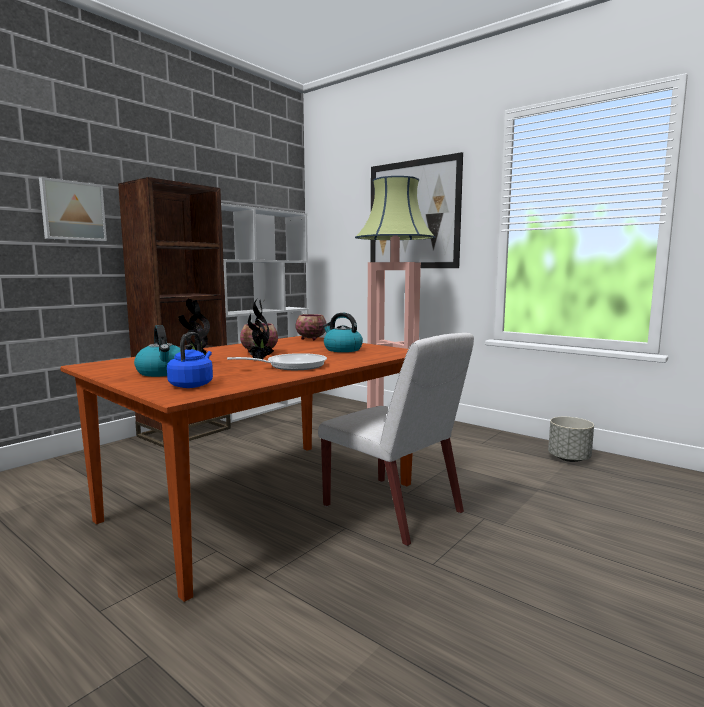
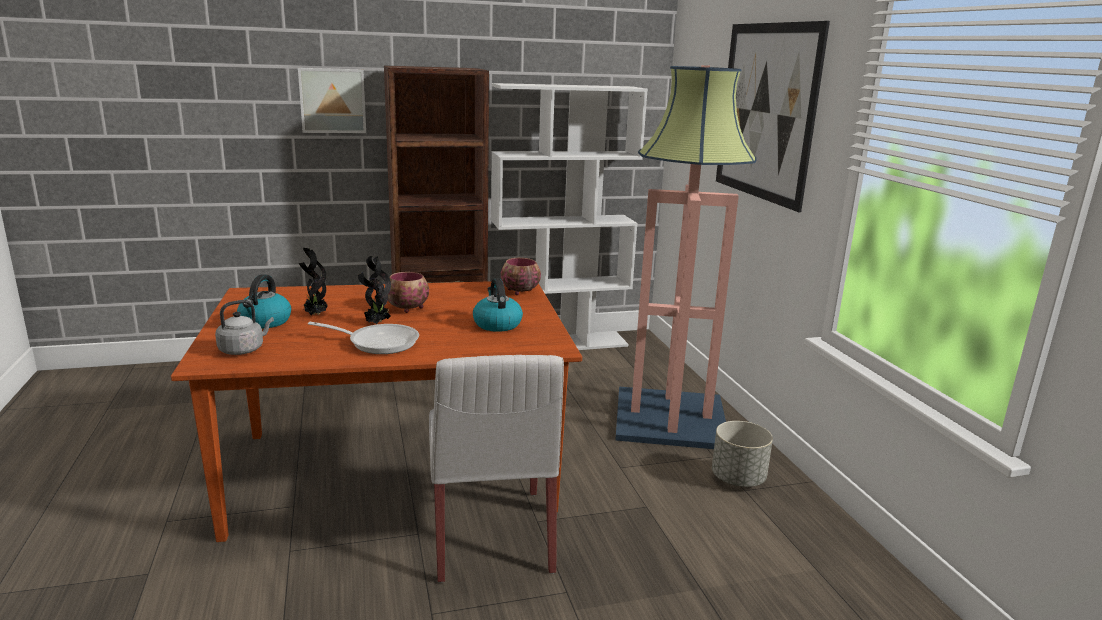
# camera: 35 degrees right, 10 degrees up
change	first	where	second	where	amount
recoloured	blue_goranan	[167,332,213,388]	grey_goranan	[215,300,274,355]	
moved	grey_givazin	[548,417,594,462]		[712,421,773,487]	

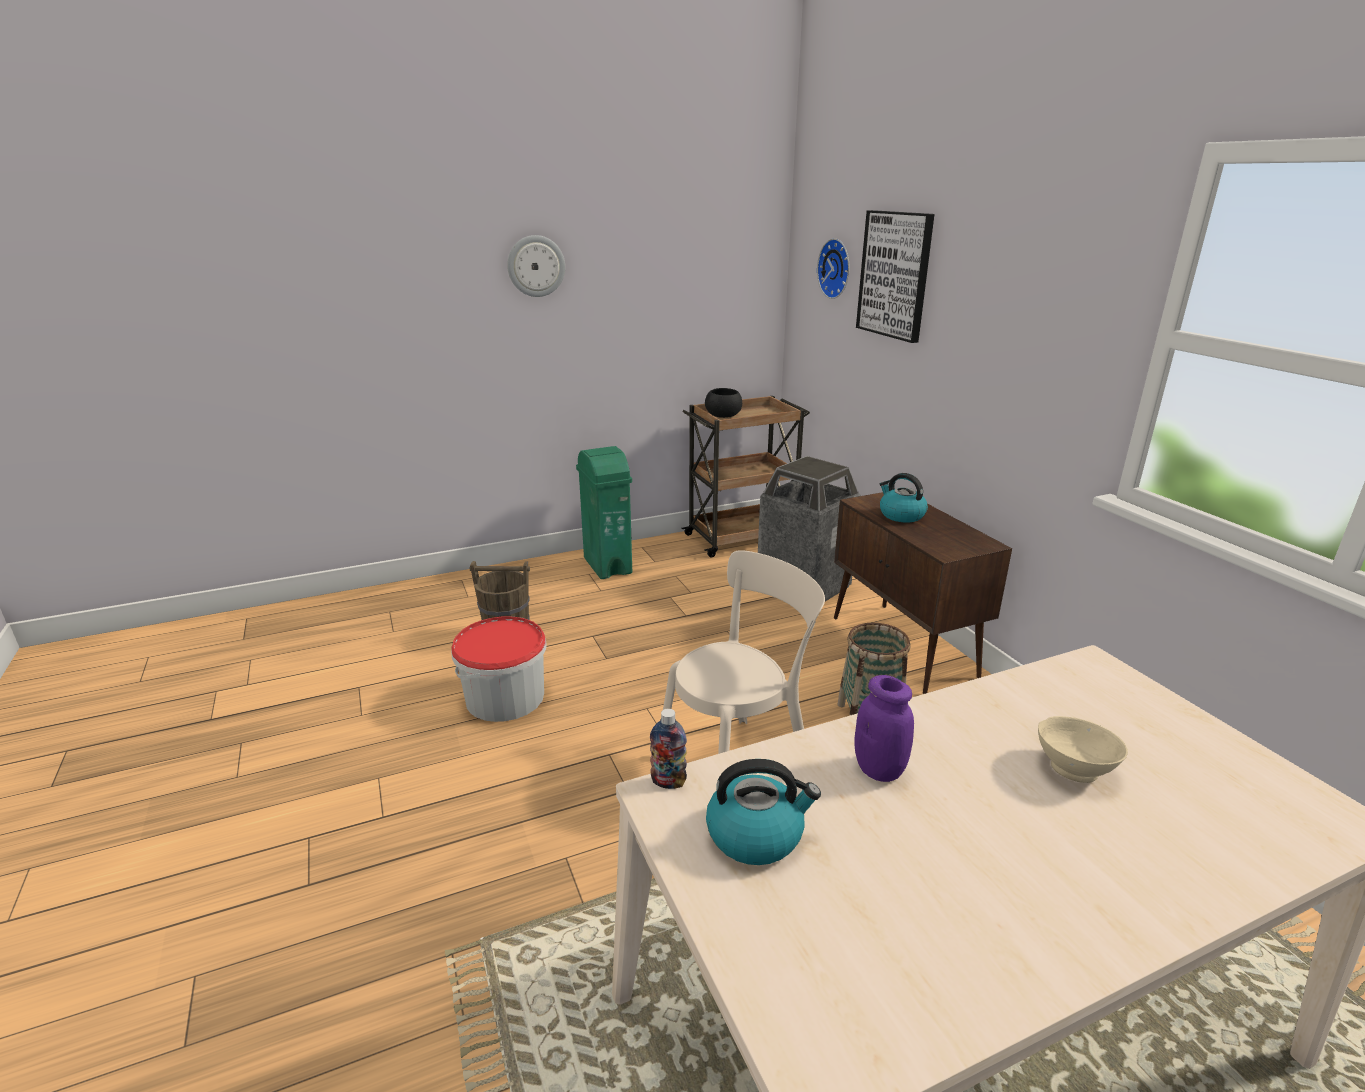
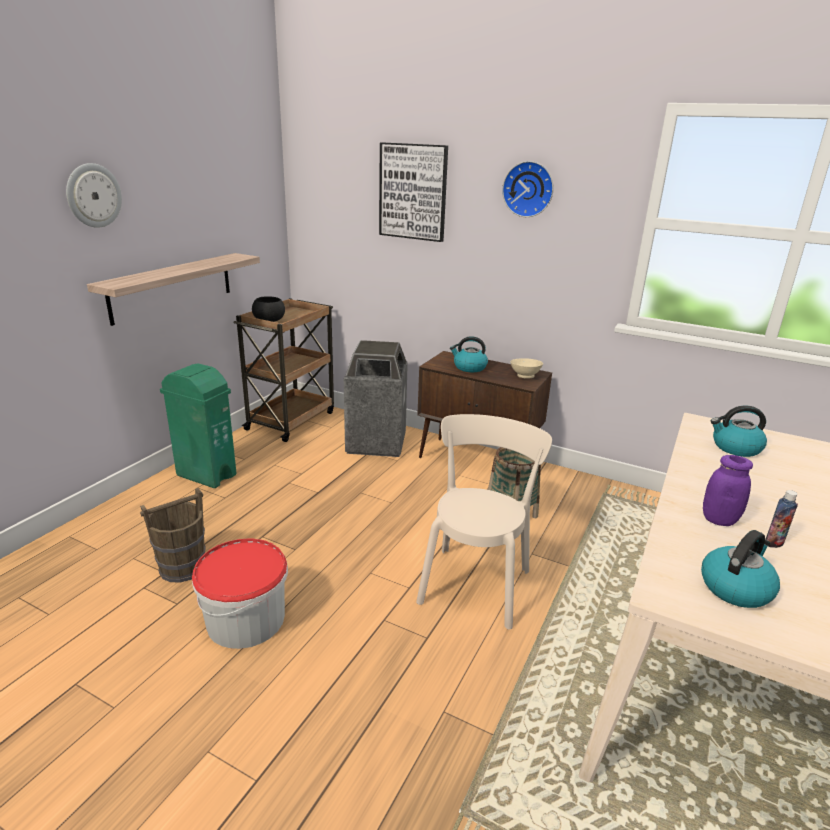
# camera: 40 degrees left, 0 degrees up
change	first	where	second	where	amount
moved	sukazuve	[650,709,687,789]		[766,490,798,548]	
moved	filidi	[817,238,849,299]		[502,161,554,217]	
moved	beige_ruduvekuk	[1038,716,1128,783]		[511,358,543,379]	
added			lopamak	[87,253,260,326]	
added			goranan	[711,406,767,457]	

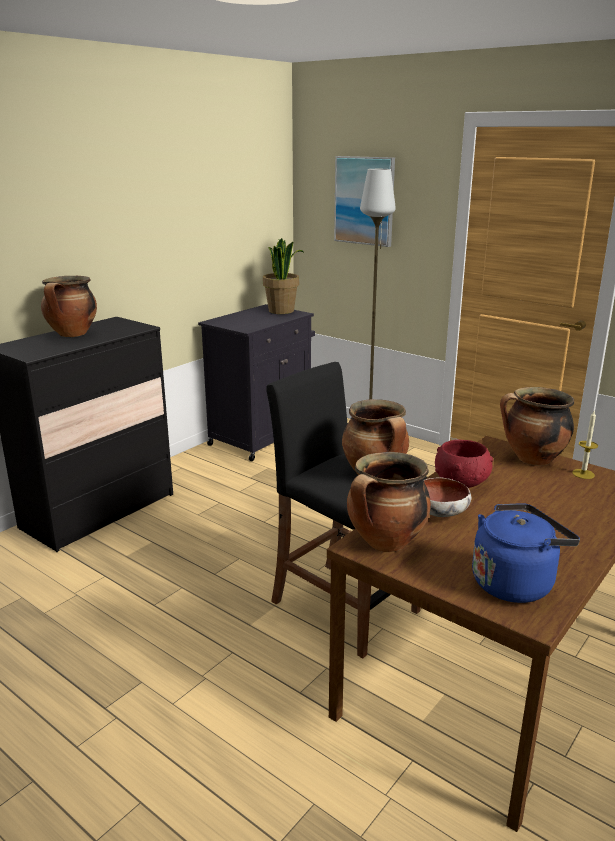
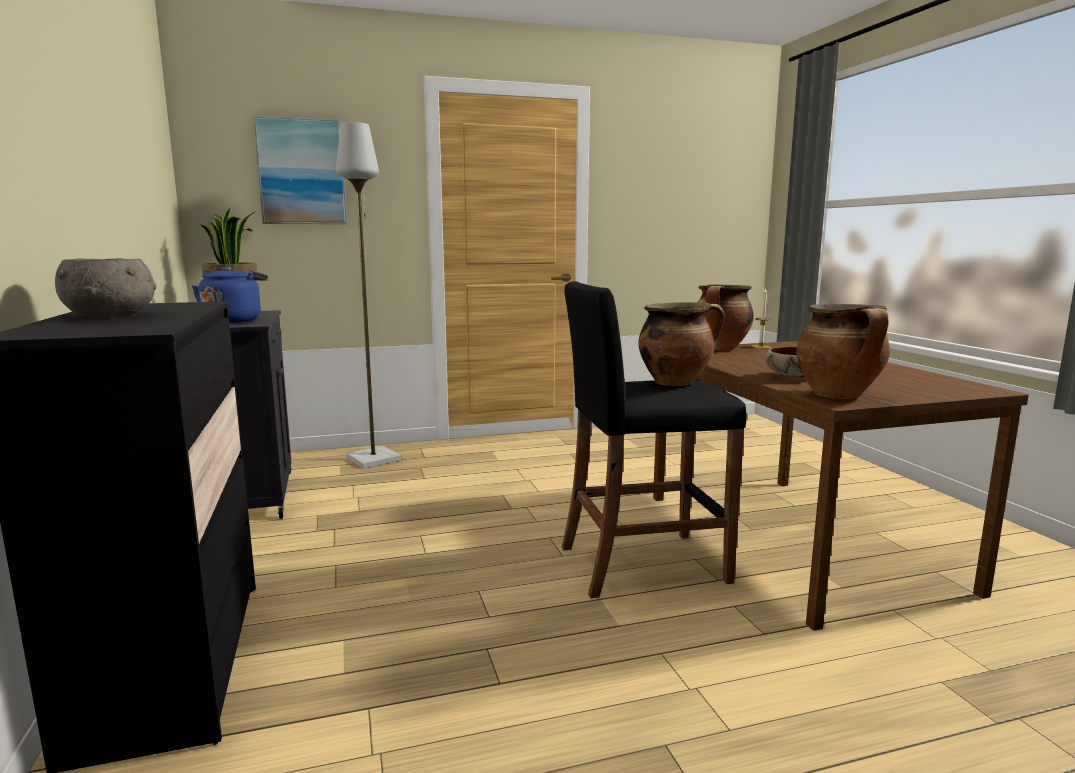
# camera: 55 degrees left, 10 degrees down
change	first	where	second	where	amount
replaced	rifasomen	[41,276,97,337]	grey_ruduvekuk	[55,258,156,317]	
removed	red_ruduvekuk	[435,439,493,488]			
moved	blue_goranan	[472,503,580,603]		[192,266,268,323]	

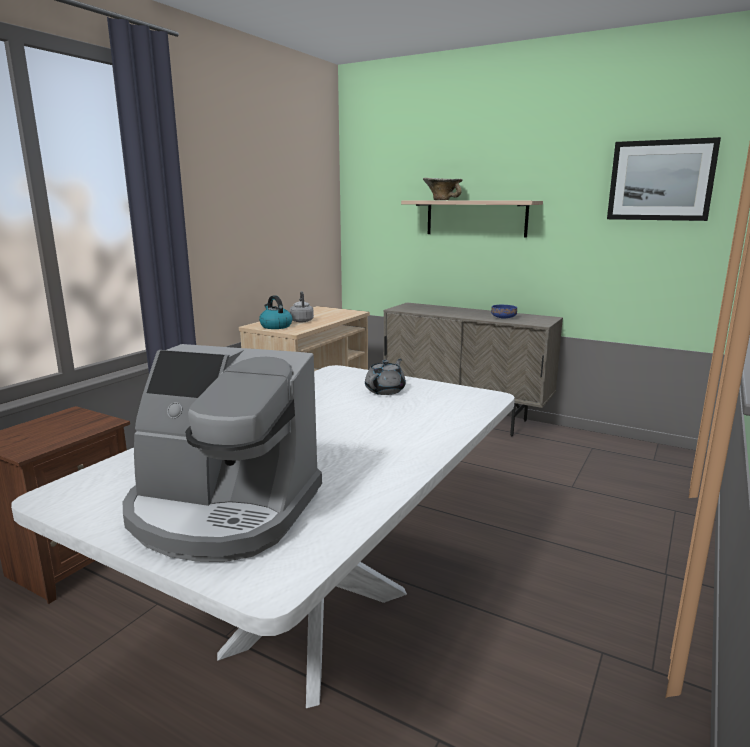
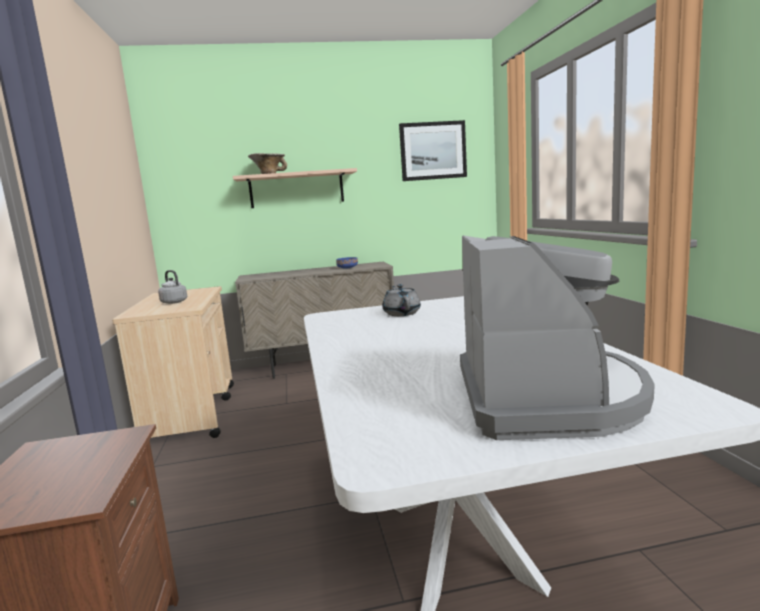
# camera: 40 degrees left, 5 degrees down
change	first	where	second	where	amount
turned	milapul	[123,344,322,562]		[460,235,655,440]	60 degrees counterclockwise
removed	goranan	[259,295,292,329]			

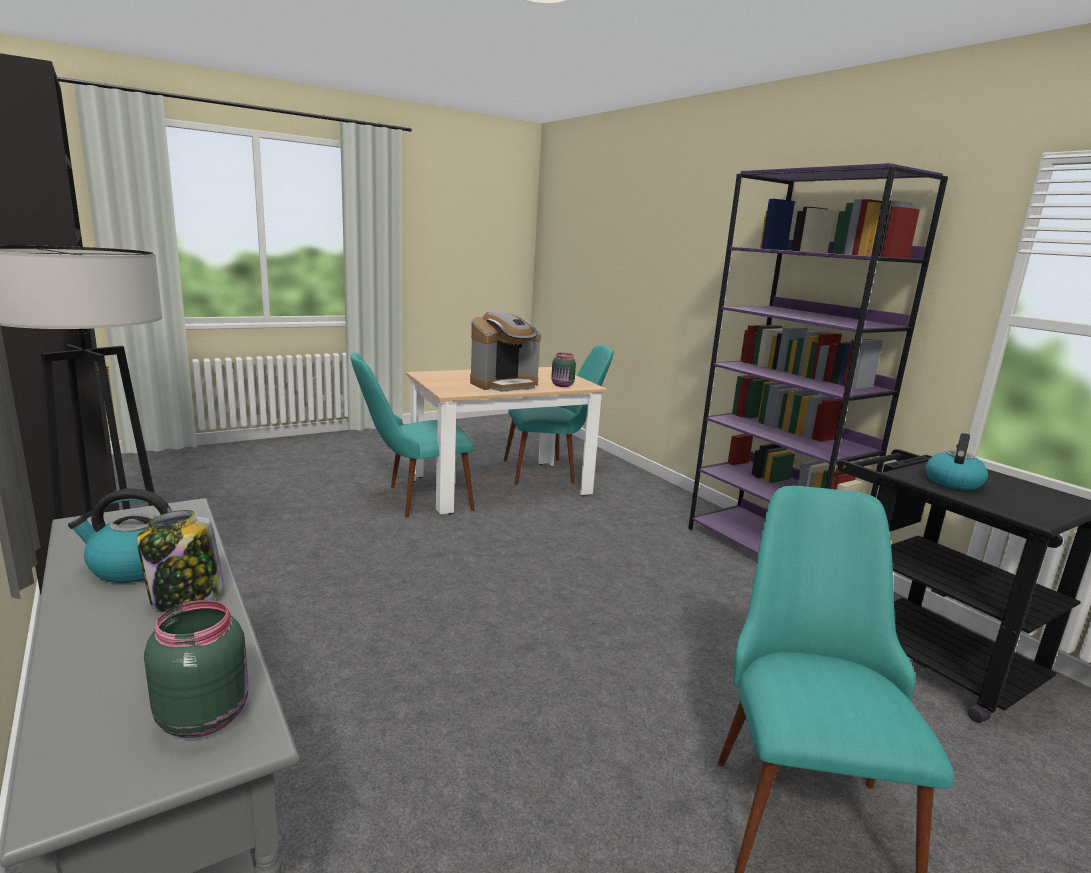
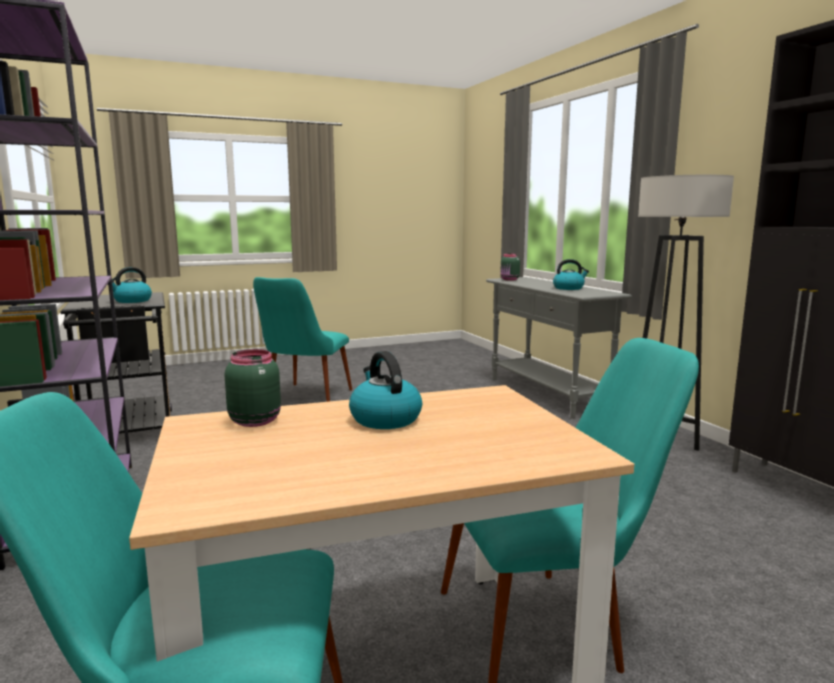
# camera: 170 degrees left, 5 degrees down
change	first	where	second	where	amount
removed	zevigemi	[137,510,224,613]			
replaced	milapul	[470,311,541,392]	goranan	[349,351,422,429]	

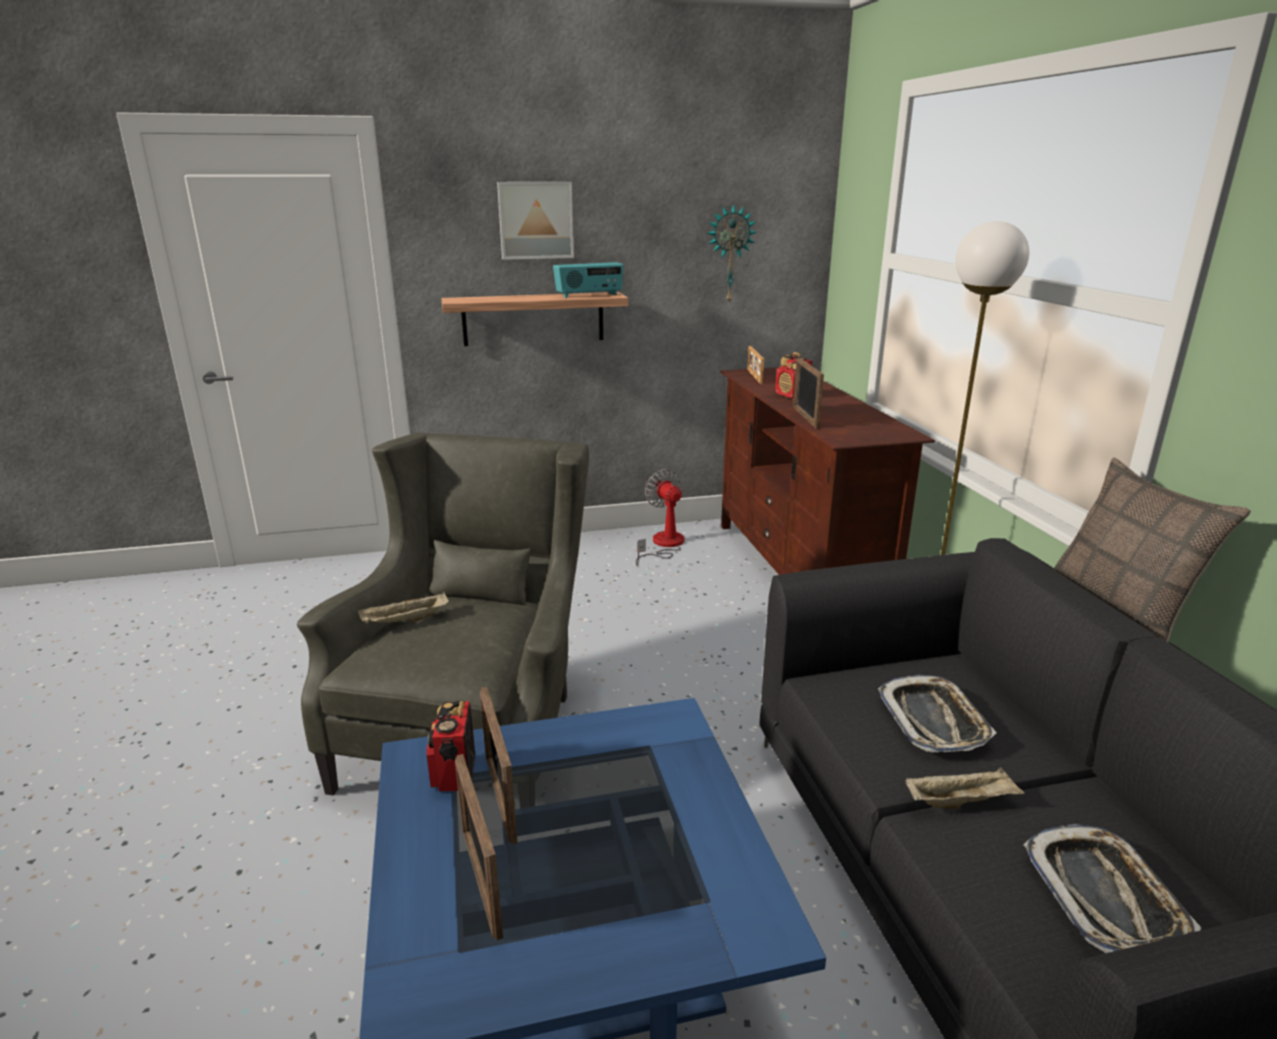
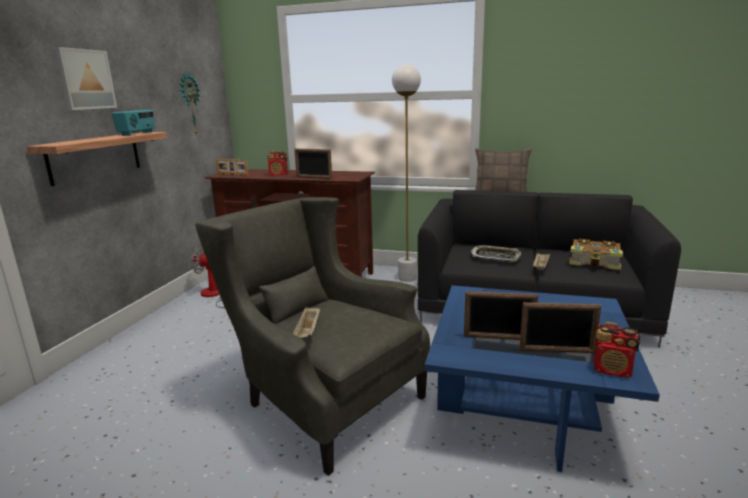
# camera: 60 degrees left, 5 degrees down
change	first	where	second	where	amount
moved	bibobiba	[427,700,476,791]		[593,322,640,378]	
replaced	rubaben	[1023,824,1202,953]	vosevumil	[569,239,623,270]	

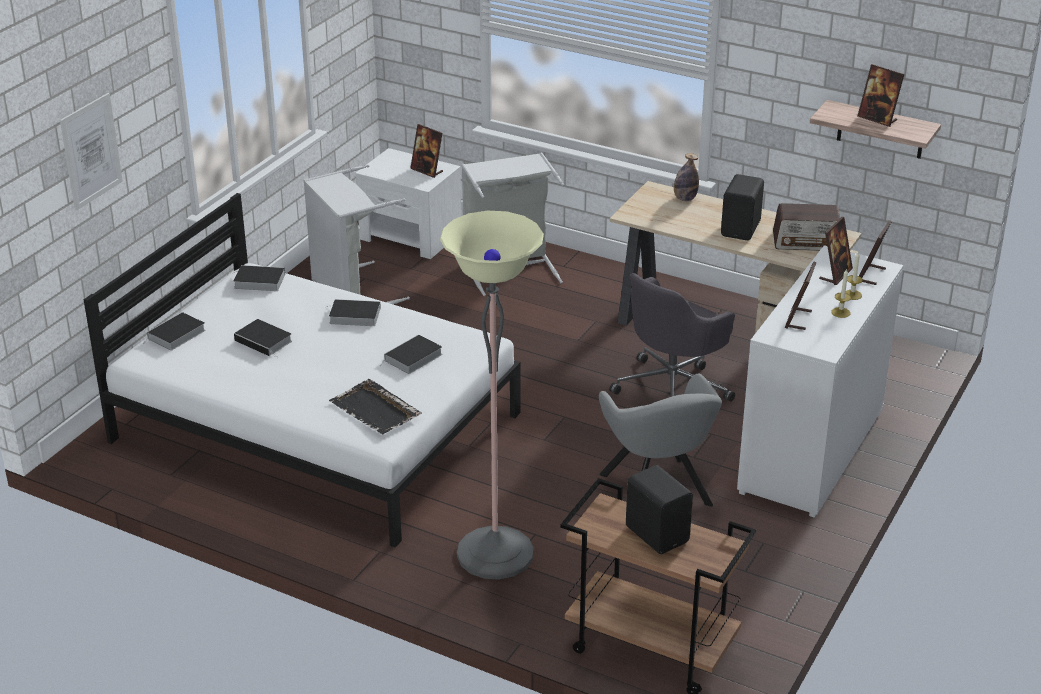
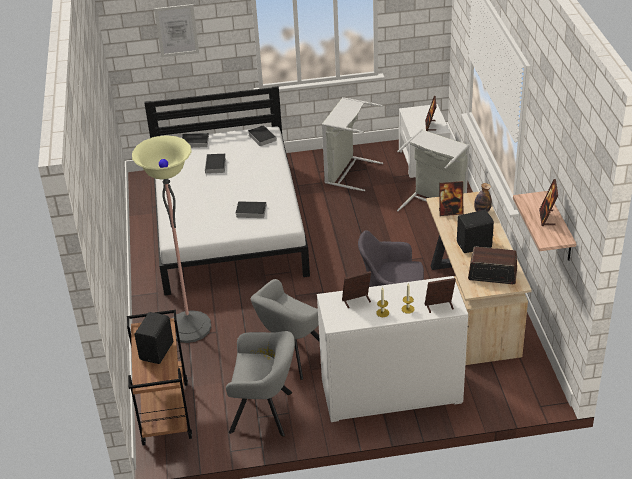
# camera: 55 degrees right, 5 degrees up
change	first	where	second	where	amount
removed	vosevumil	[327,299,381,326]			
removed	black_rubaben	[329,379,422,434]			
turned	bibobiba	[773,203,840,251]		[468,247,517,284]	135 degrees clockwise
moved	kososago	[819,217,853,285]		[439,181,463,216]	
added			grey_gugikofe	[226,331,295,437]	

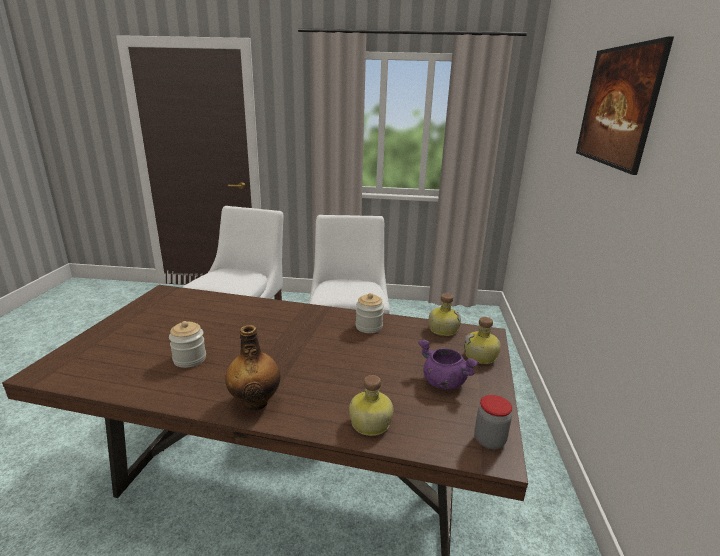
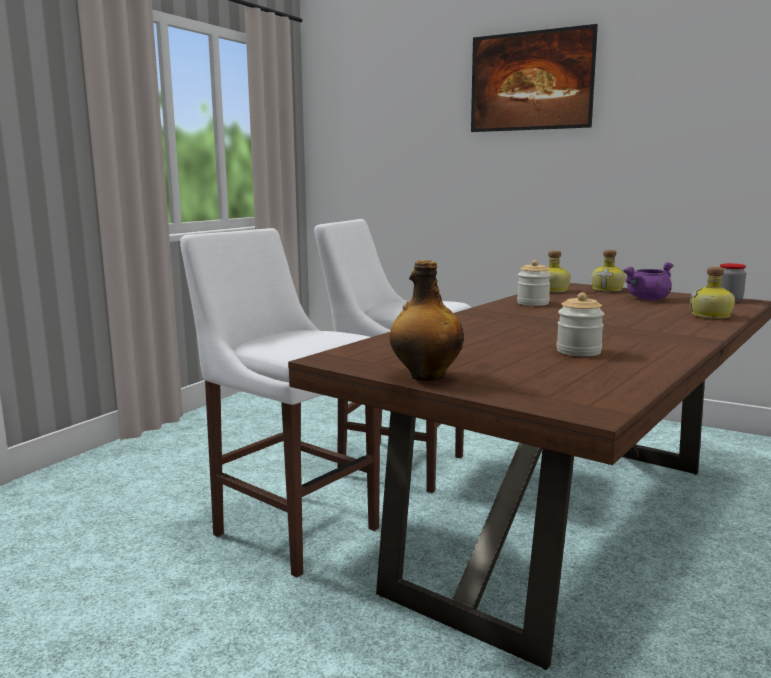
# camera: 65 degrees left, 10 degrees down
change	first	where	second	where	amount
moved	sukazuve	[225,325,280,411]		[390,260,464,381]	

